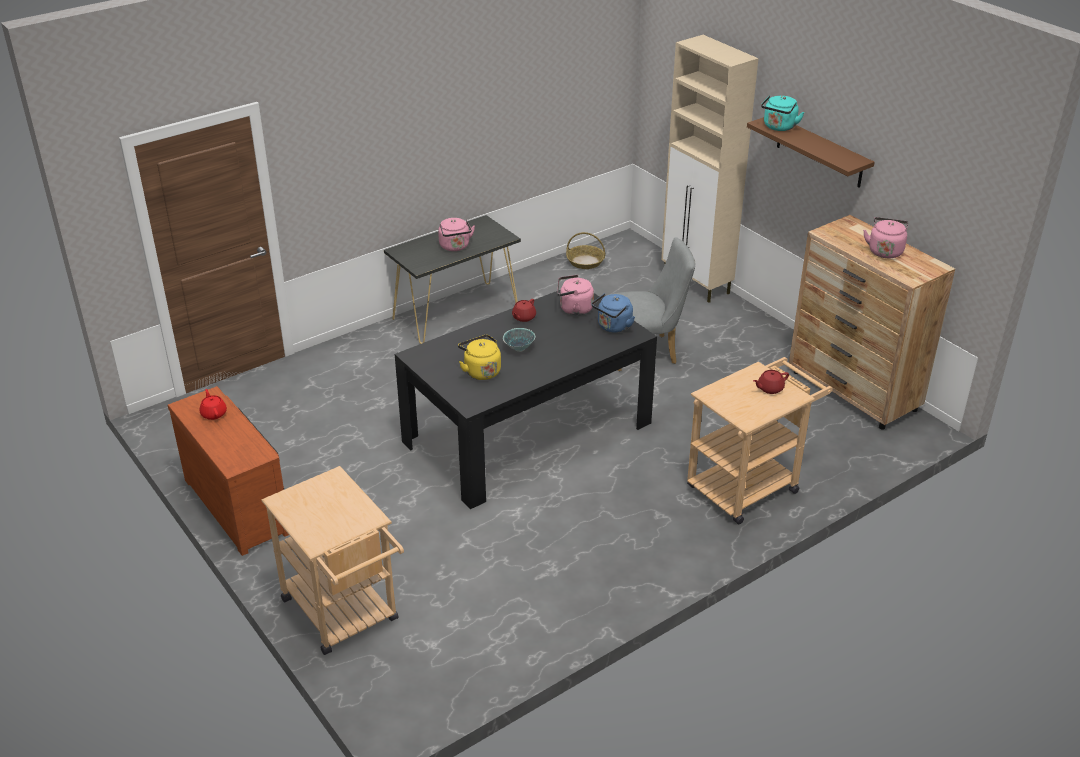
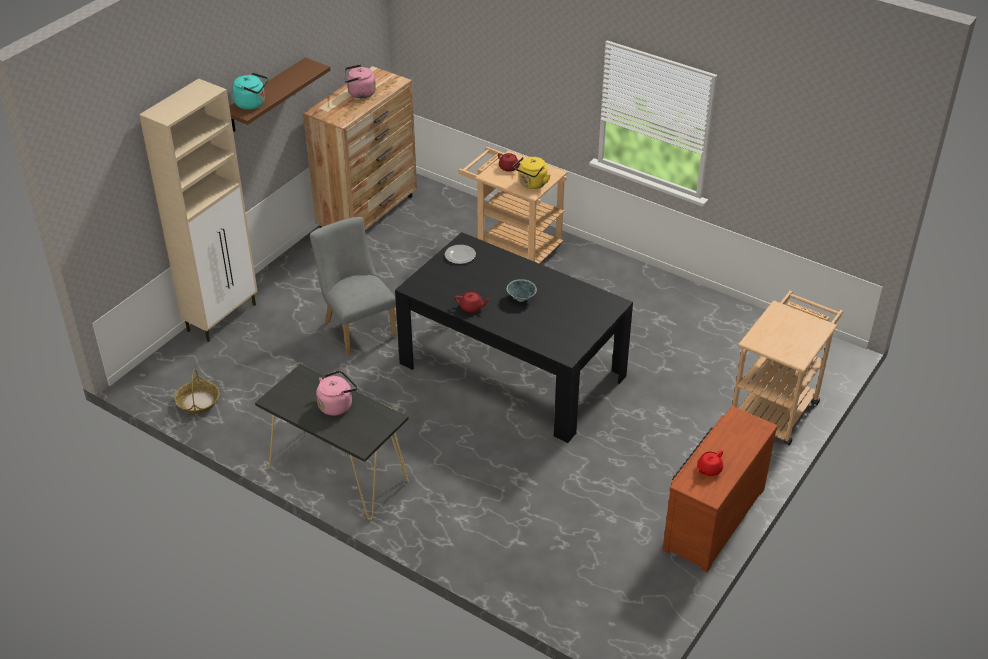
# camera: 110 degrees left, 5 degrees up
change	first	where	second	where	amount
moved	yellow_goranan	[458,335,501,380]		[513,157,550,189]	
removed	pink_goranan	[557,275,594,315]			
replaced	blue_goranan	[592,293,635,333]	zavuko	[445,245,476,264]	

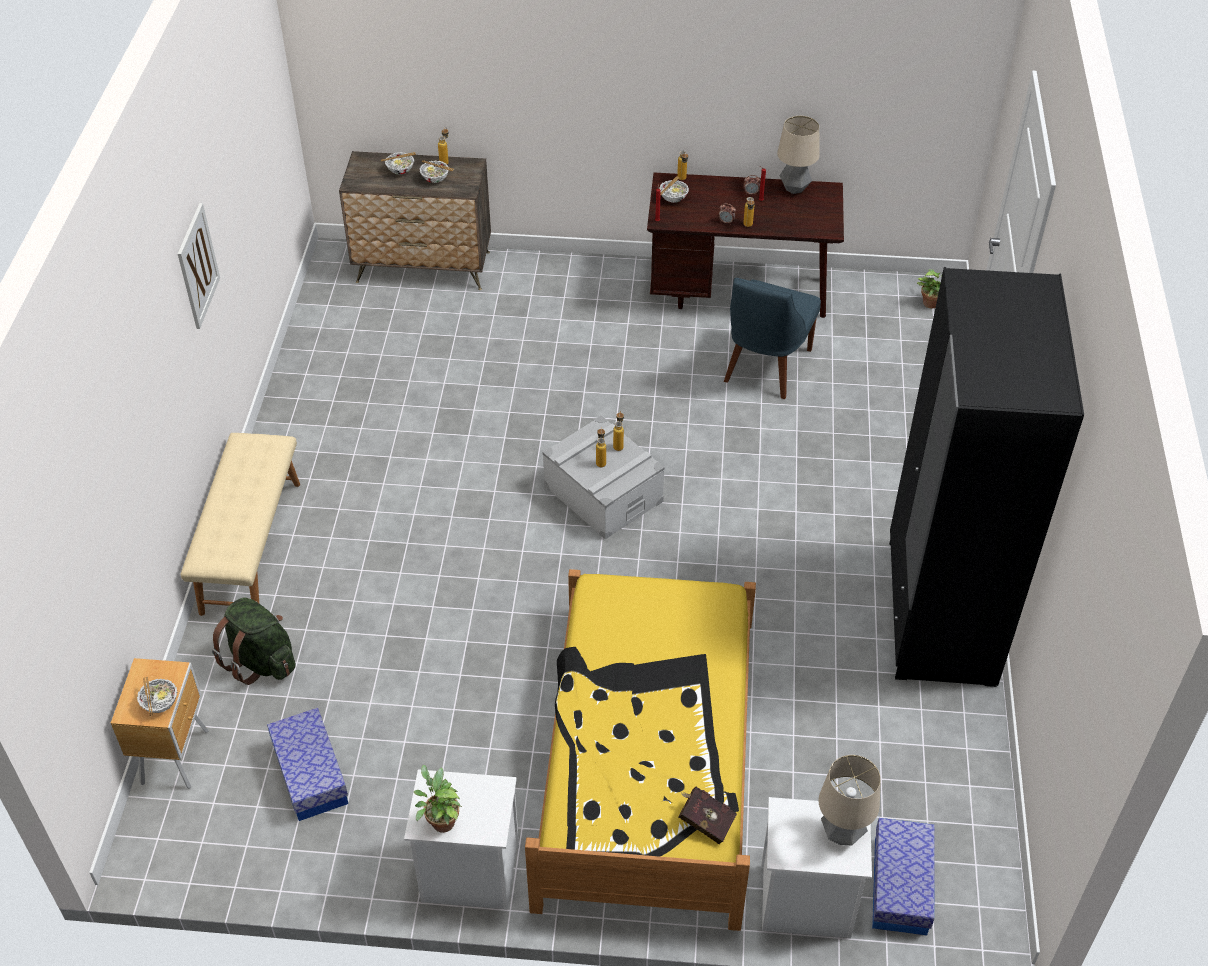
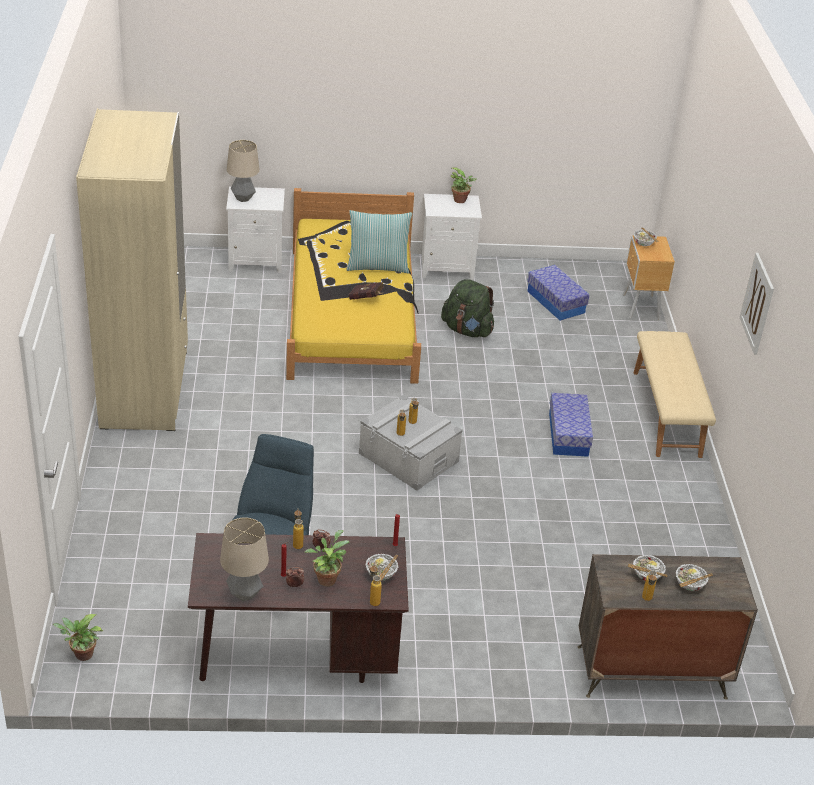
# camera: 170 degrees right, 10 degrees down
change	first	where	second	where	amount
moved	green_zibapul	[212,597,296,685]		[441,279,494,337]	
moved	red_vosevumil	[678,787,737,844]		[349,282,384,300]	
moved	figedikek	[872,818,935,935]		[549,393,593,457]	
recoloured	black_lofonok	[889,267,1084,687]	beige_lofonok	[76,108,188,431]	
added			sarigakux	[305,530,349,587]	
added			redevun	[347,210,412,273]	

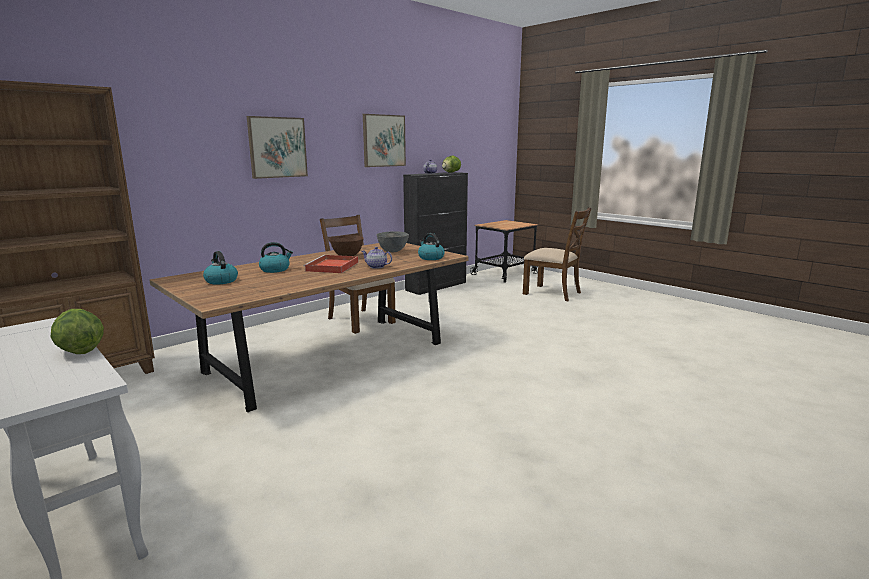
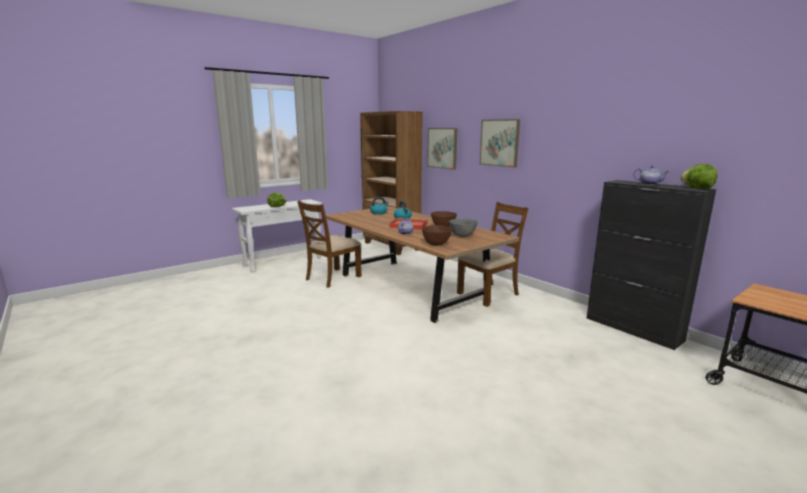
# camera: 95 degrees right, 0 degrees up
change	first	where	second	where	amount
moved	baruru	[363,114,406,167]		[427,128,457,170]	
replaced	goranan	[418,233,445,260]	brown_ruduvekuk	[422,225,452,246]	
moved	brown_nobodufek	[523,207,592,301]		[297,200,362,288]	

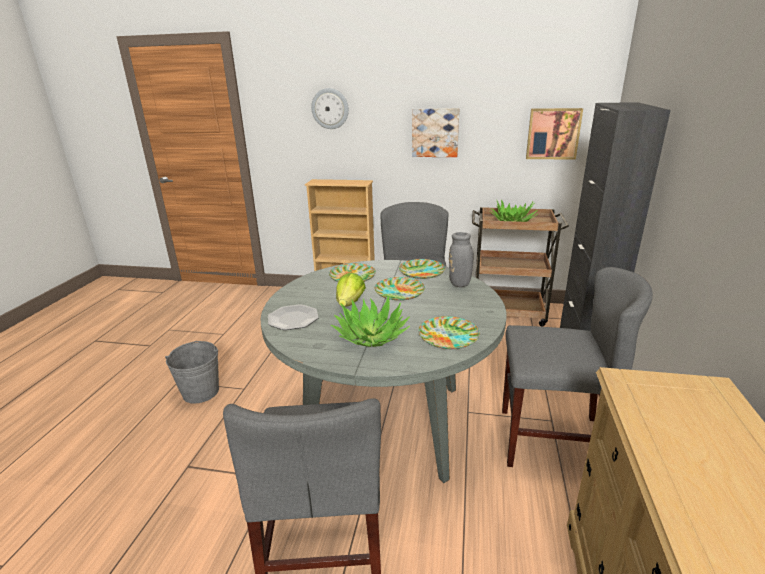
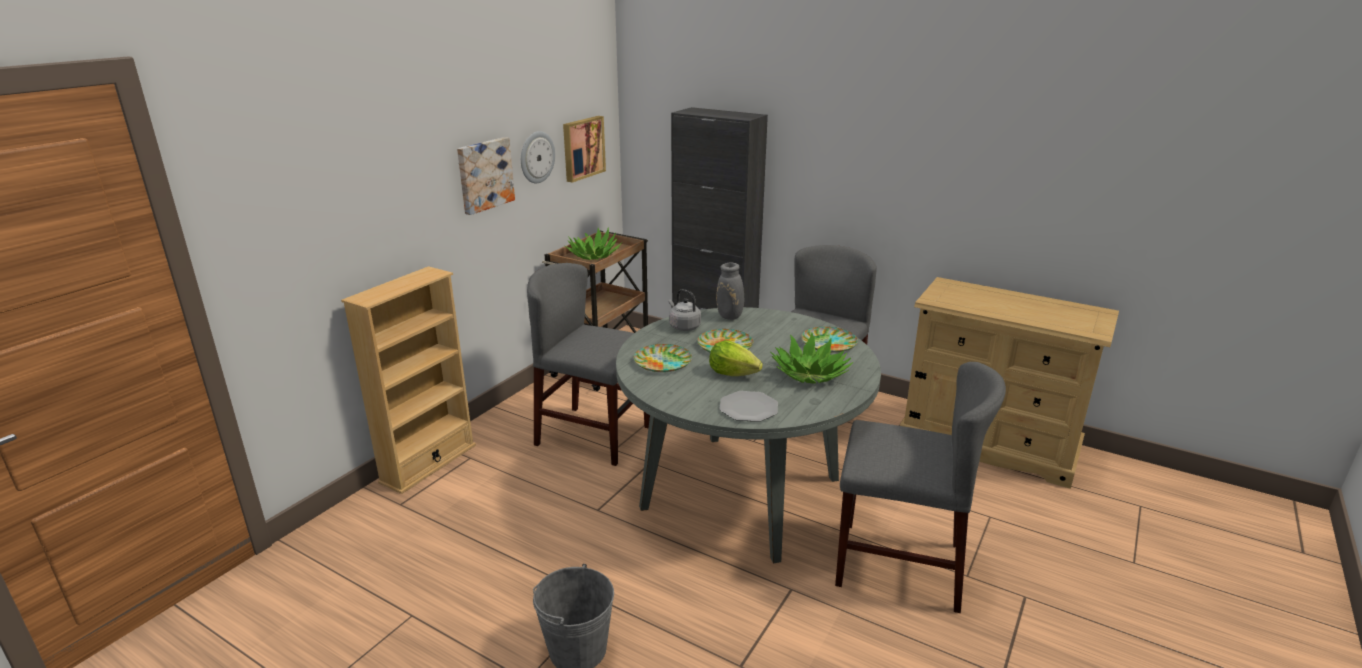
# camera: 70 degrees left, 0 degrees up
change	first	where	second	where	amount
moved	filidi	[311,88,349,129]		[521,131,555,183]	
replaced	zavuko	[399,259,445,279]	grey_goranan	[669,289,701,331]	

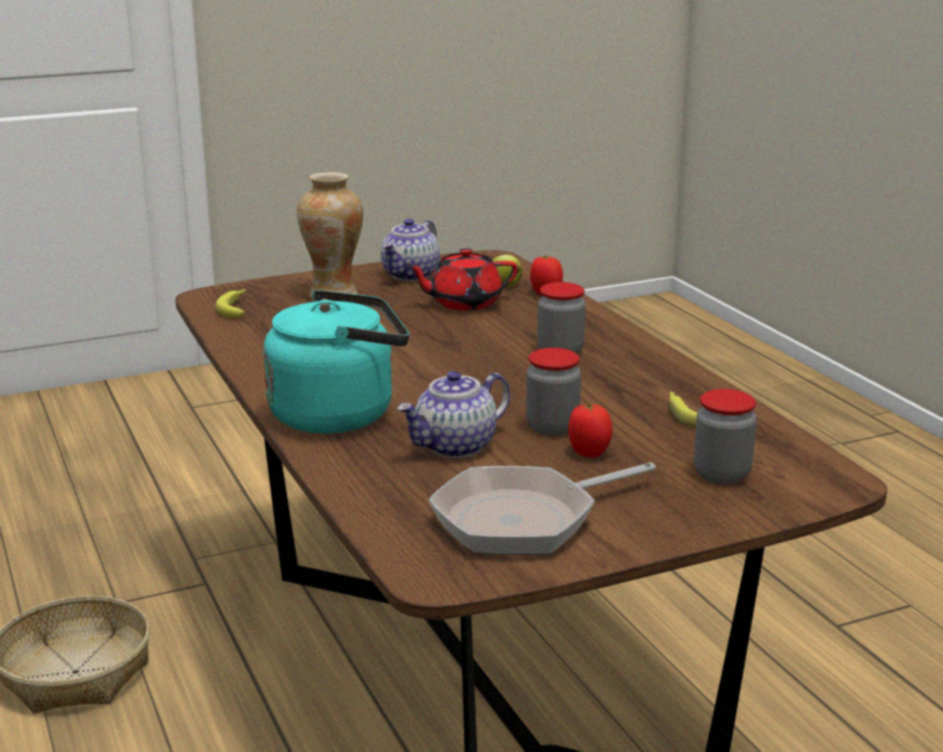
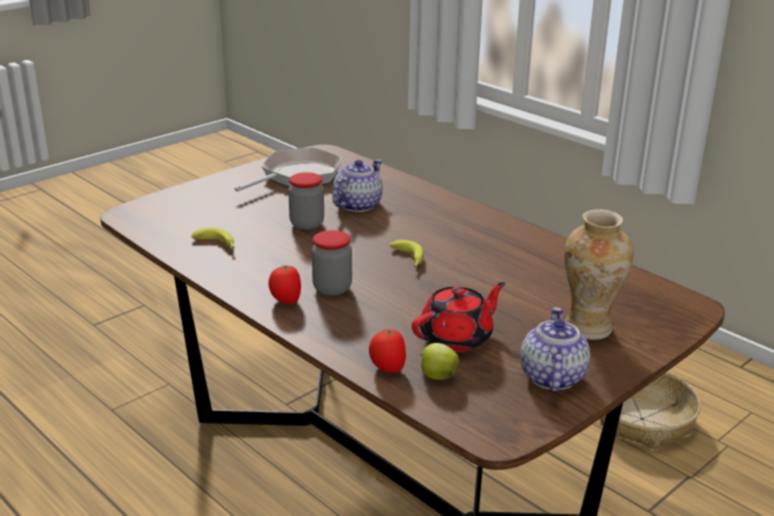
# camera: 160 degrees right, 5 degrees up
change	first	where	second	where	amount
moved	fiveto	[215,289,246,318]		[390,240,424,267]	
removed	turquoise_goranan	[263,290,409,434]			
moved	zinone	[568,404,613,458]		[268,265,301,304]	
removed	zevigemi	[694,389,757,485]			

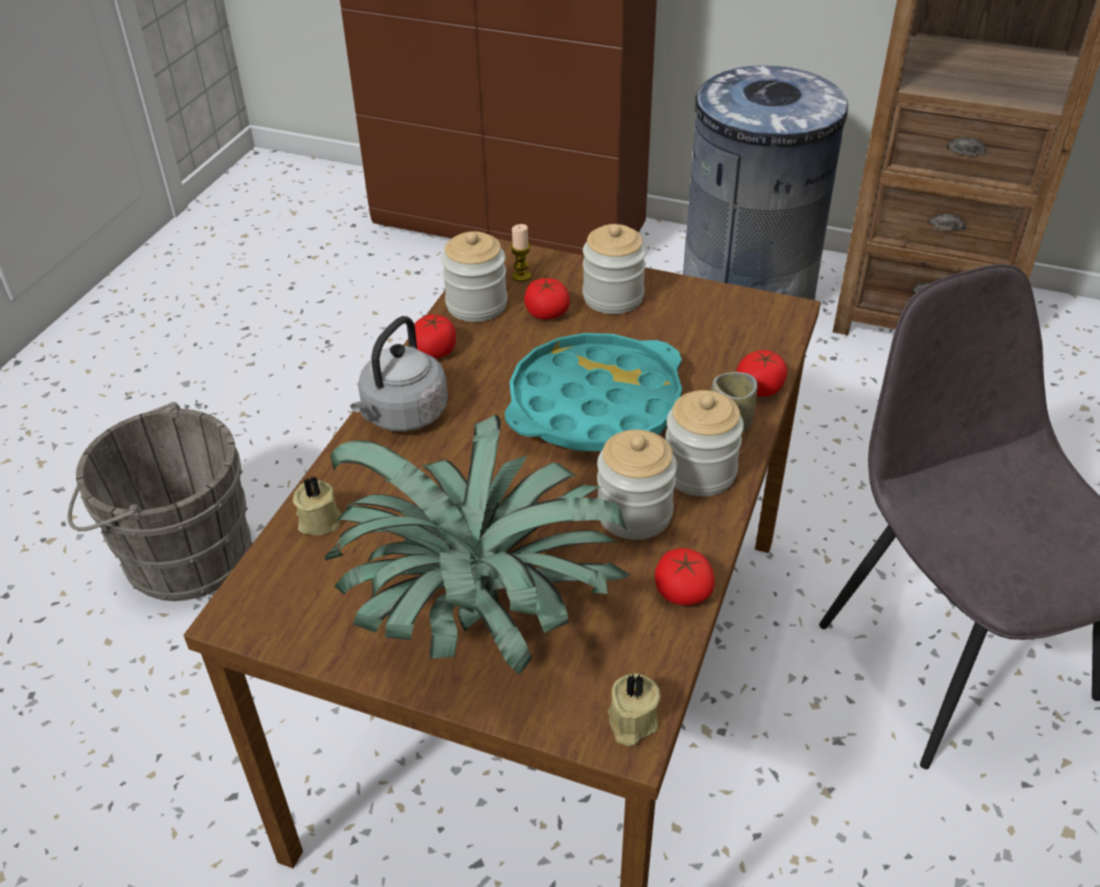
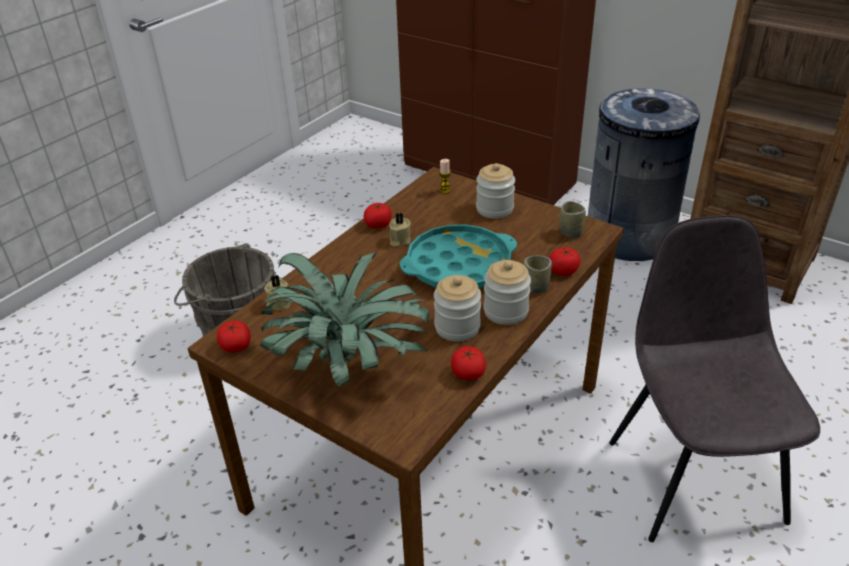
# camera: 15 degrees right, 5 degrees down
change	first	where	second	where	amount
removed	grey_goranan	[350,316,448,431]			
removed	zevigemi	[441,231,507,322]			
moved	zinone	[524,278,570,319]		[217,321,251,353]	
moved	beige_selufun	[608,673,660,746]		[390,213,411,247]	
added			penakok	[559,201,586,239]	

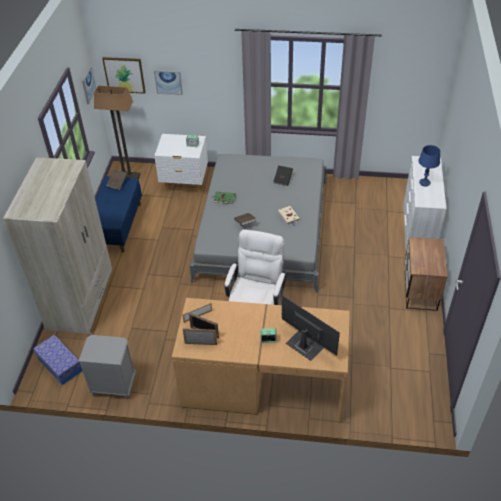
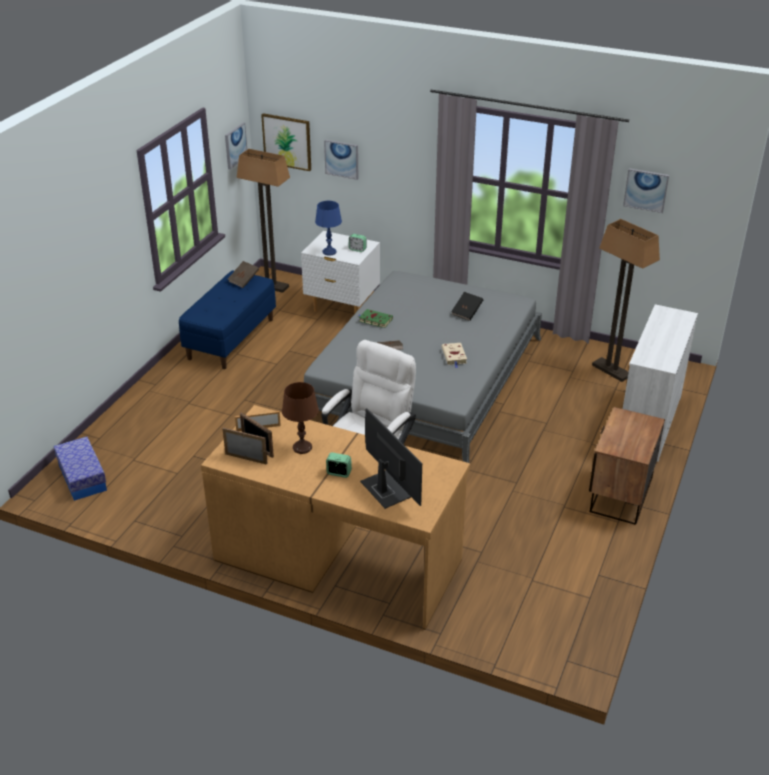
# camera: 15 degrees right, 10 degrees down
change	first	where	second	where	amount
removed	beige_lofonok	[3,157,112,334]			
removed	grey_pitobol	[78,335,136,399]			
moved	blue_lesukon	[418,145,440,186]		[315,201,342,256]	
added			brown_lesukon	[282,382,319,454]	
added			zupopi	[592,219,660,382]	
added			baruru	[623,168,669,213]	

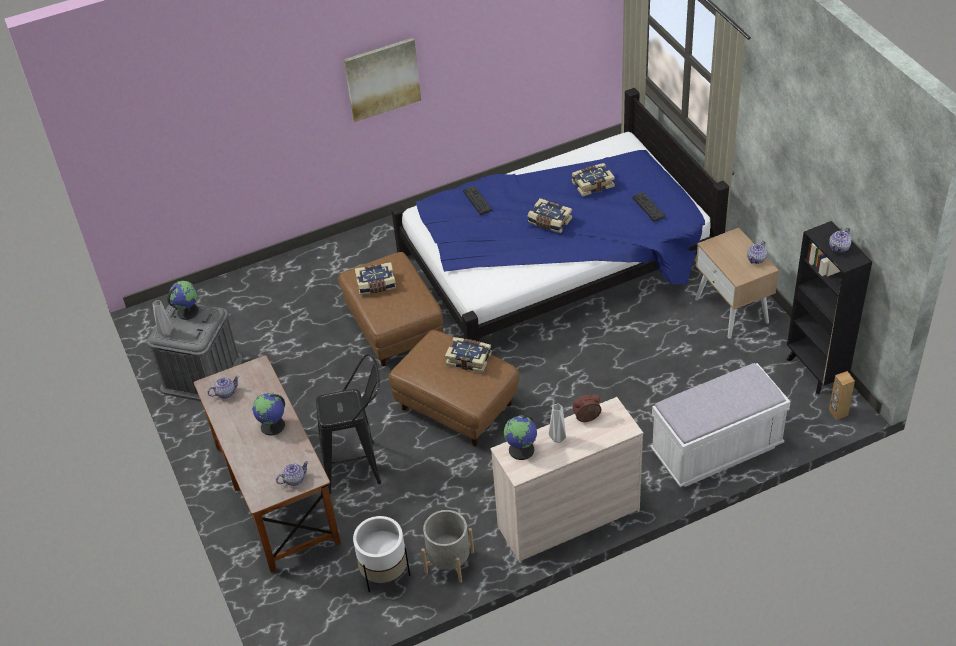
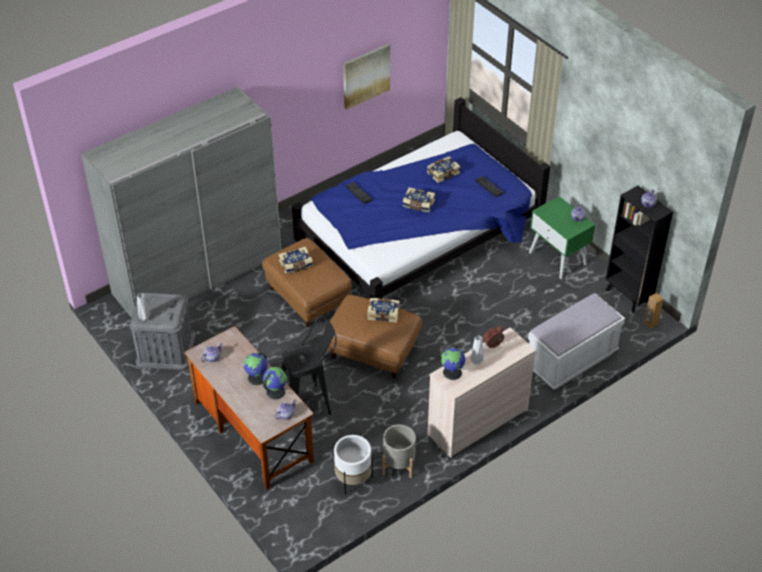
# camera: 15 degrees left, 0 degrees up
change	first	where	second	where	amount
moved	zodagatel	[167,281,199,320]		[262,367,287,399]	
moved	baruru	[344,38,421,122]		[343,44,390,110]	
recoloured	beige_pitobol	[695,228,779,339]	green_pitobol	[529,196,595,279]	
added			grey_lofonok	[81,87,281,318]	

